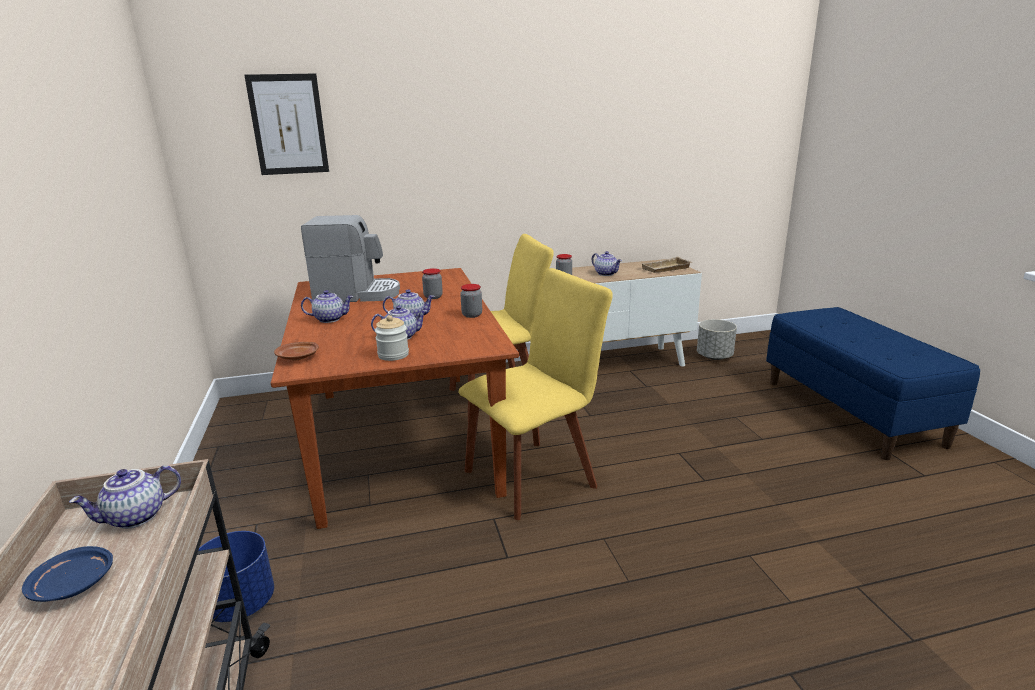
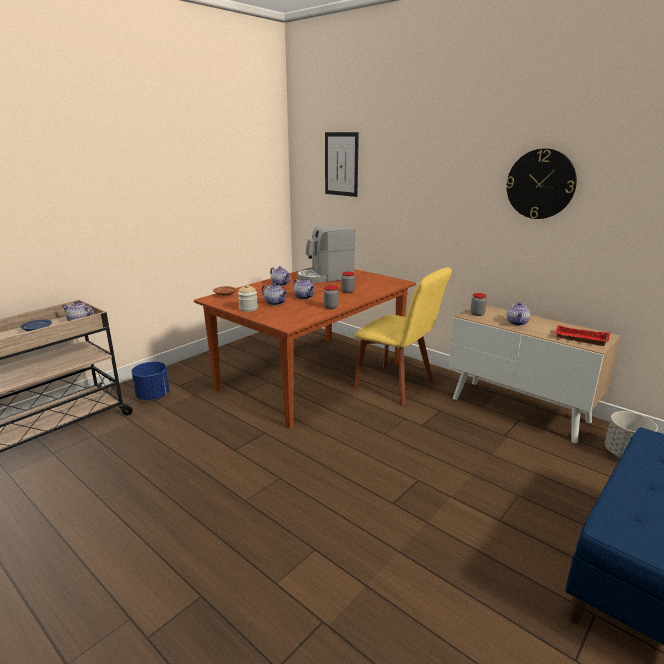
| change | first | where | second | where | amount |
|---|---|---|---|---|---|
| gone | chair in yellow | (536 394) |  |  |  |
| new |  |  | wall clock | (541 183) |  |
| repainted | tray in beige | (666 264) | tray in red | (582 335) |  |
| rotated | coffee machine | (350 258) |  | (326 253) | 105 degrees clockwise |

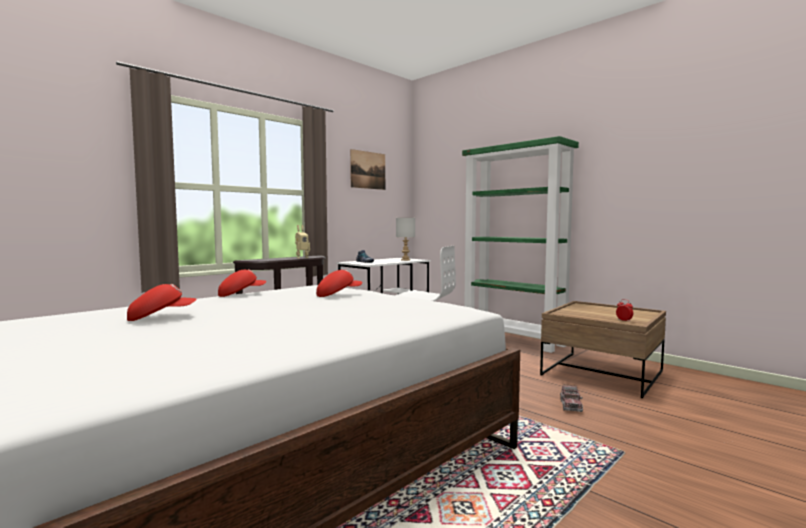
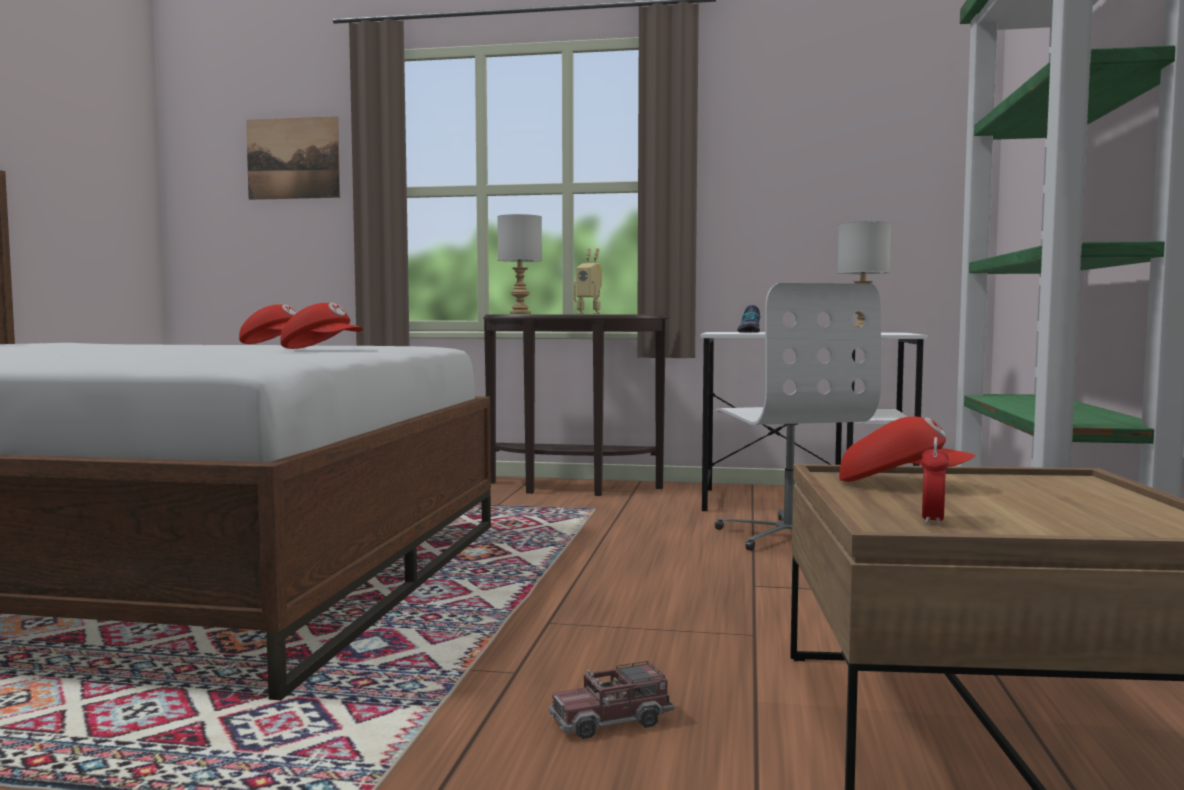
| change | first | where | second | where | amount |
|---|---|---|---|---|---|
| new |  |  | table lamp in grey | (519 264) |  |
| shifted | cap in red | (162 302) |  | (907 449) |  |
| shifted | picture | (367 169) |  | (293 158) |  |

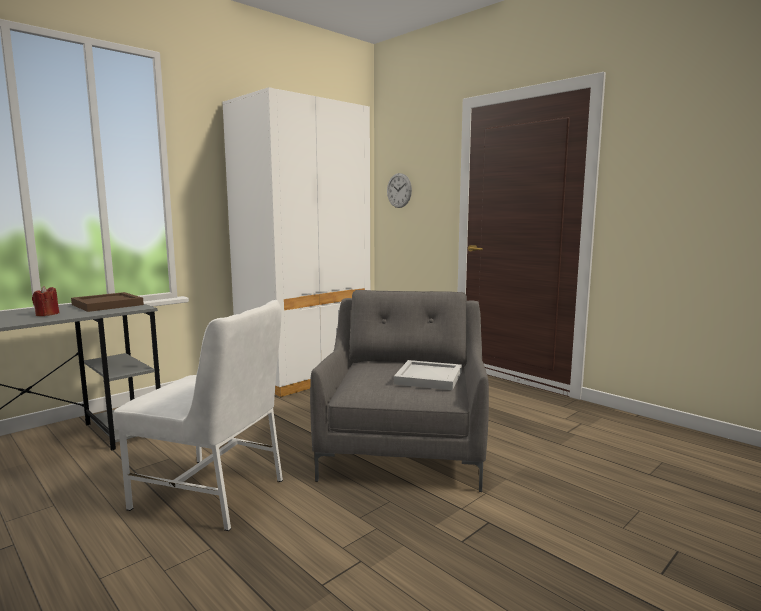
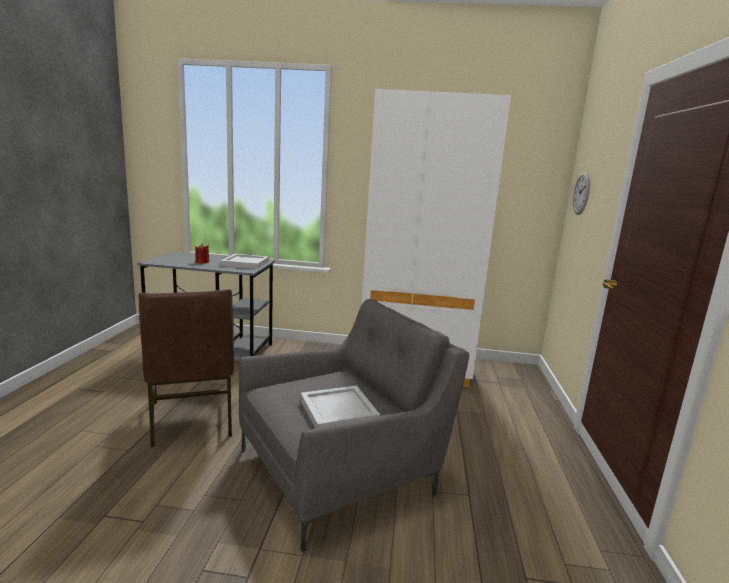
| change | first | where | second | where | amount |
|---|---|---|---|---|---|
| repainted | tray in brown | (107 302) | tray in white | (245 261) |  |
| repainted | chair in white | (198 415) | chair in brown | (186 368) |  |

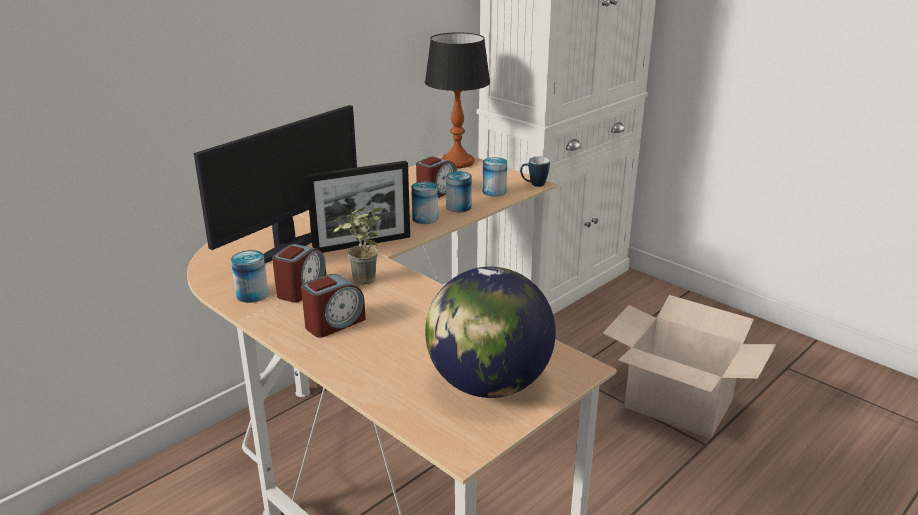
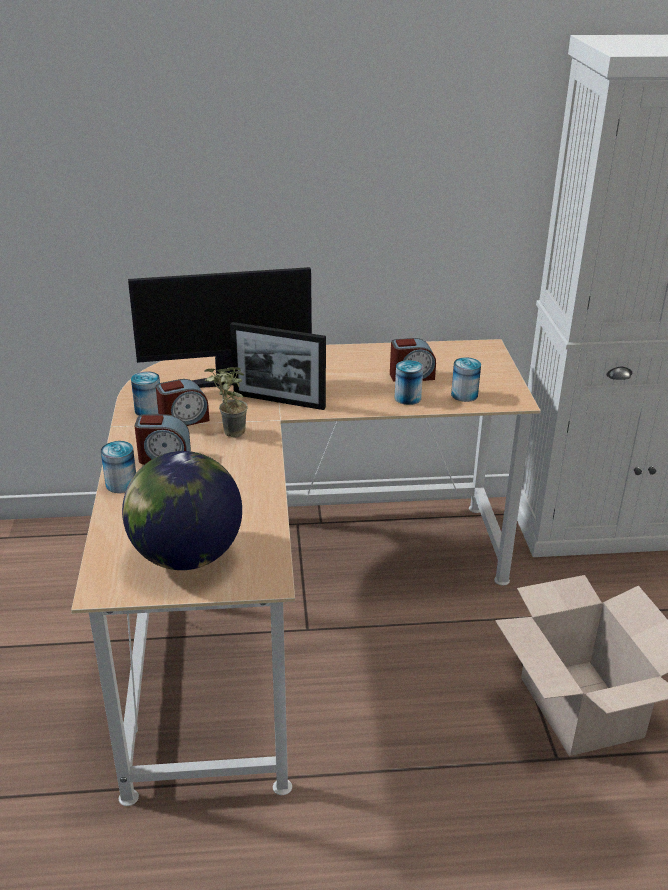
| change | first | where | second | where | amount |
|---|---|---|---|---|---|
| gone | table lamp | (457 100) |  |  |  |
| gone | mug | (535 172) |  |  |  |
| shifted | can | (424 203) |  | (118 467) |  |

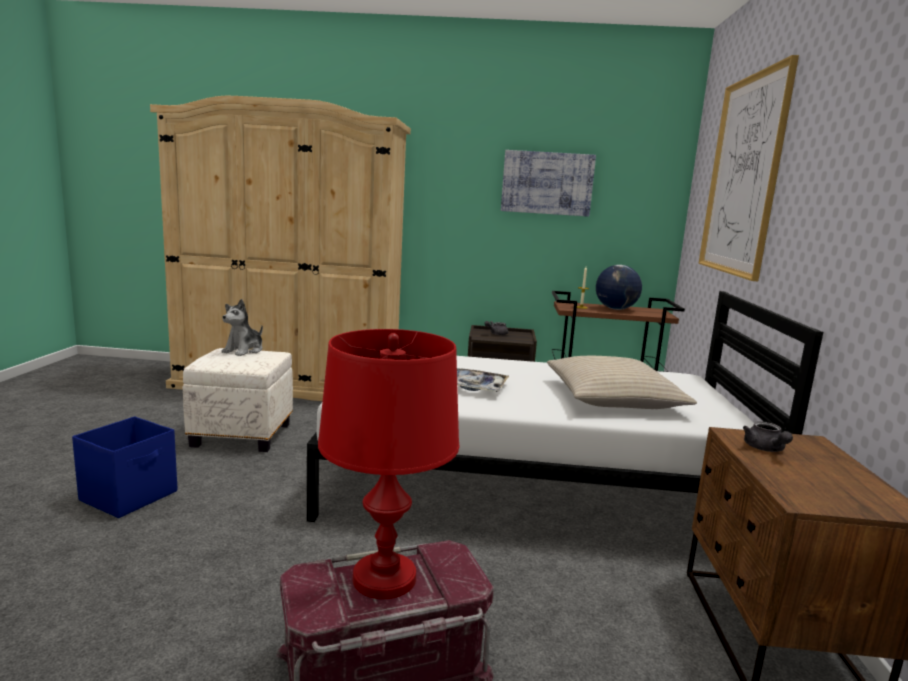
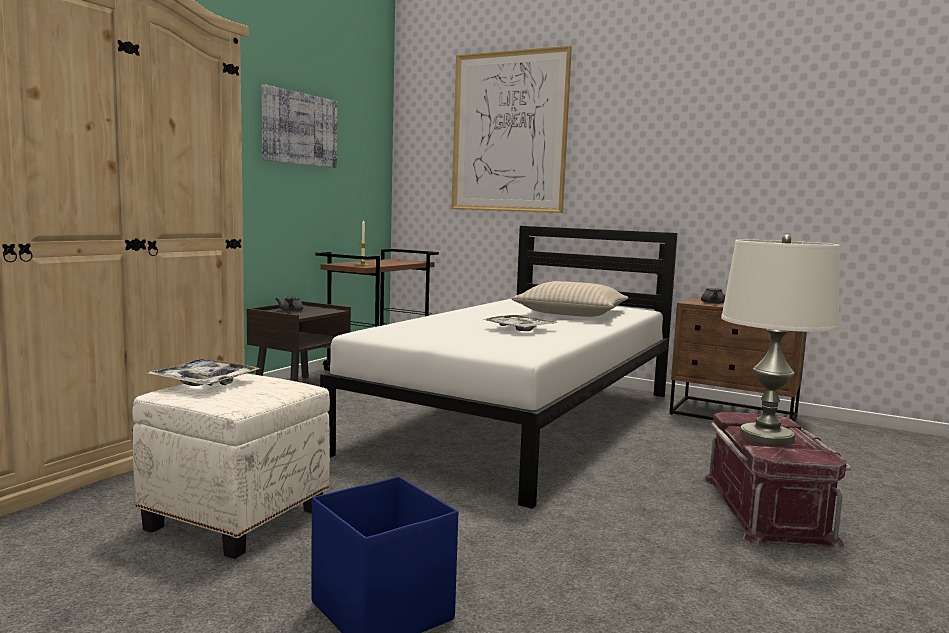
| change | first | where | second | where | amount |
|---|---|---|---|---|---|
| gone | globe | (619 287) |  |  |  |
| swapped | plush toy | (242 327) | tray | (203 372) |  |
| repainted | table lamp in red | (388 464) | table lamp in white | (780 340) |  |

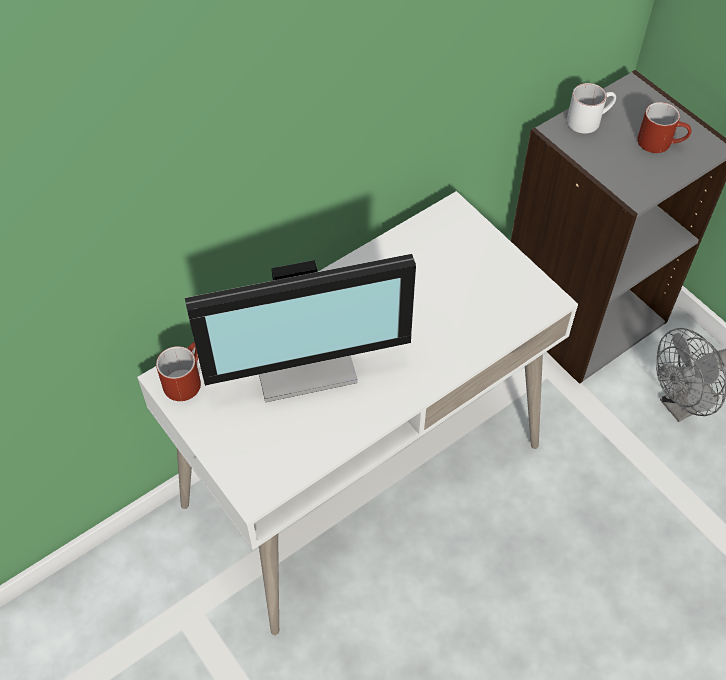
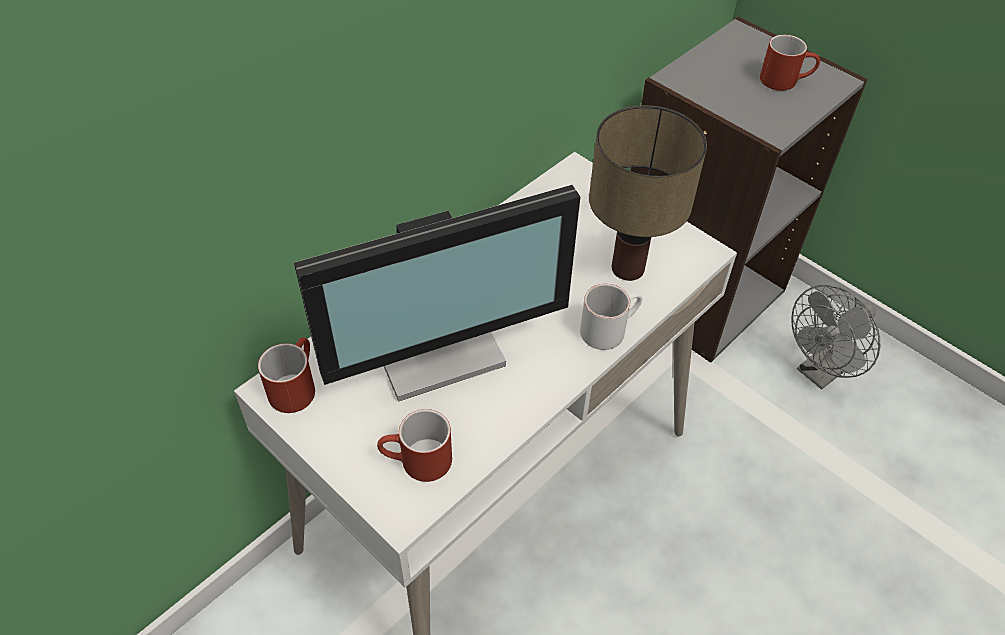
| change | first | where | second | where | amount |
|---|---|---|---|---|---|
| new |  |  | mug in red | (414 445) |  |
| new |  |  | table lamp | (648 193) |  |
| shifted | mug in white | (591 108) |  | (611 317) |  |

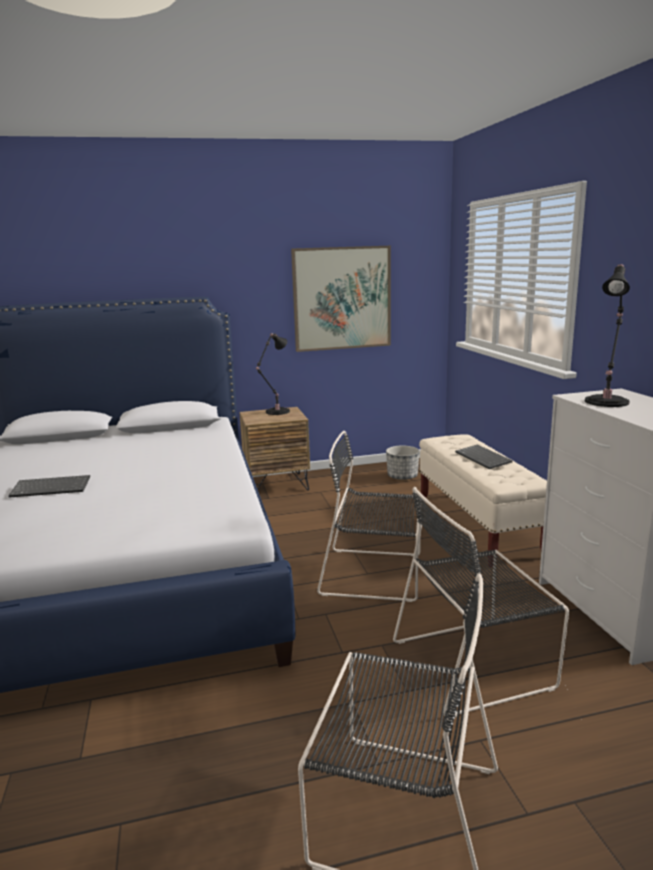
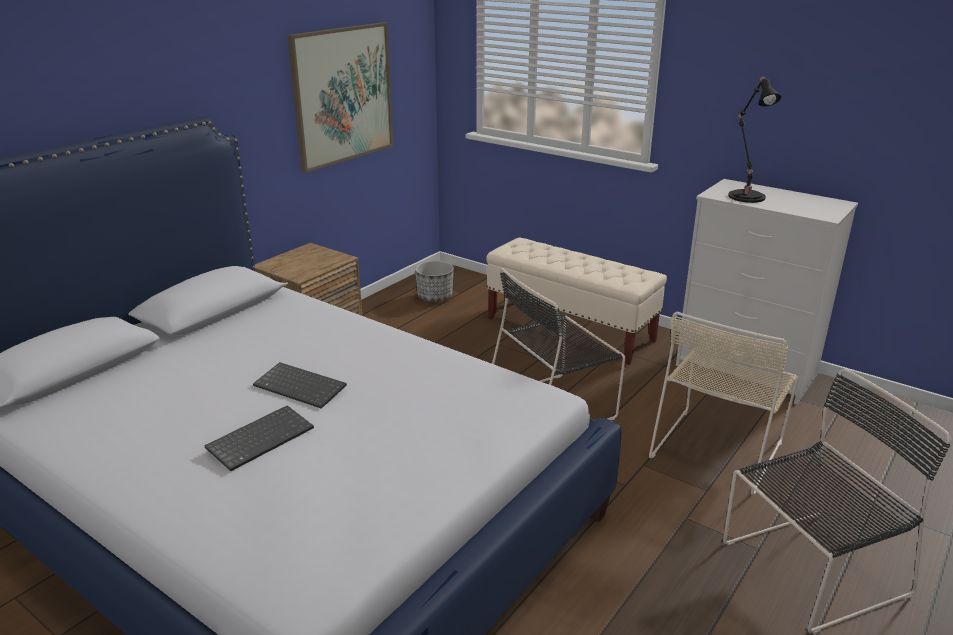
| change | first | where | second | where | amount |
|---|---|---|---|---|---|
| gone | table lamp in black | (273 374) |  |  |  |
| shifted | keyboard | (484 457) |  | (300 385) |  |
| repainted | chair in black | (481 602) | chair in beige | (724 403) |  |

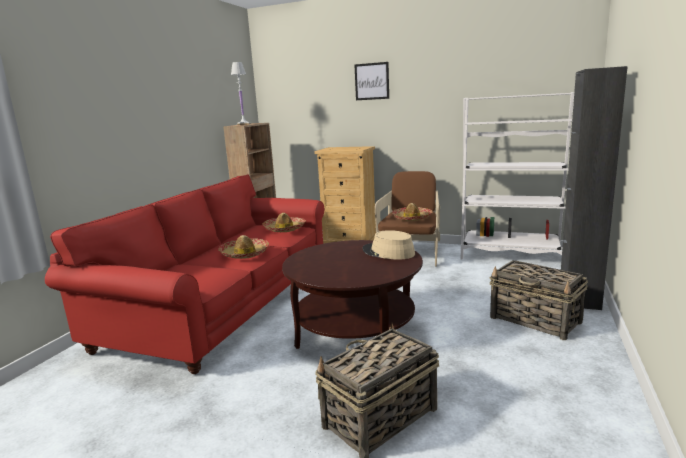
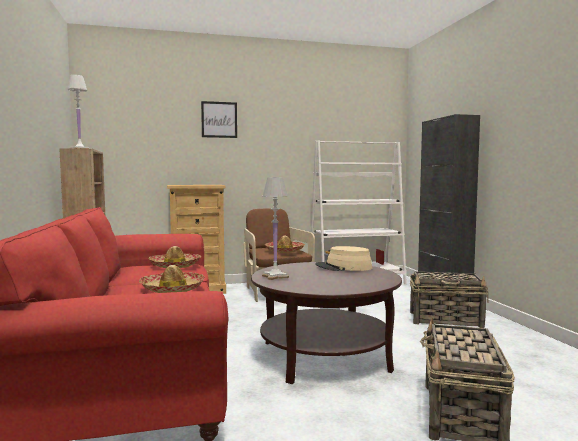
| change | first | where | second | where | amount |
|---|---|---|---|---|---|
| new |  |  | table lamp in white | (275 228) |  |

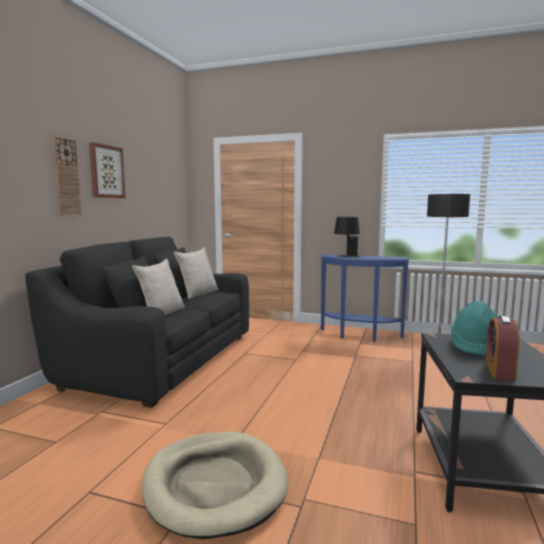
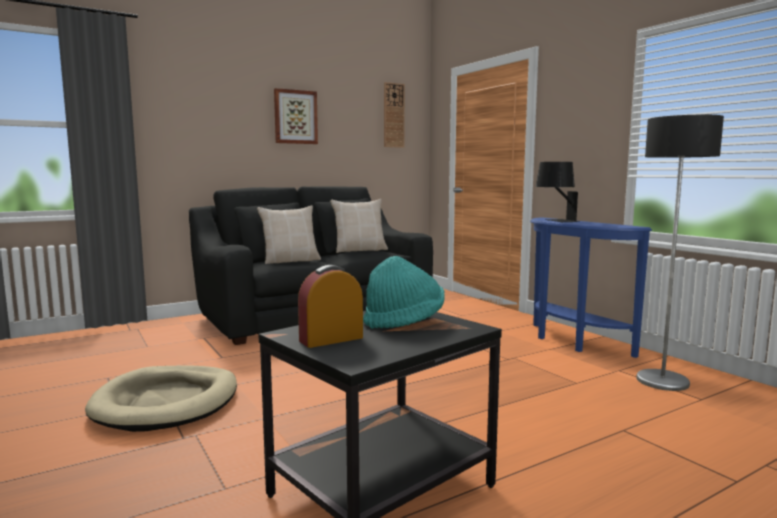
| change | first | where | second | where | amount |
|---|---|---|---|---|---|
| shifted | wall clock | (67 176) |  | (394 115) |  |

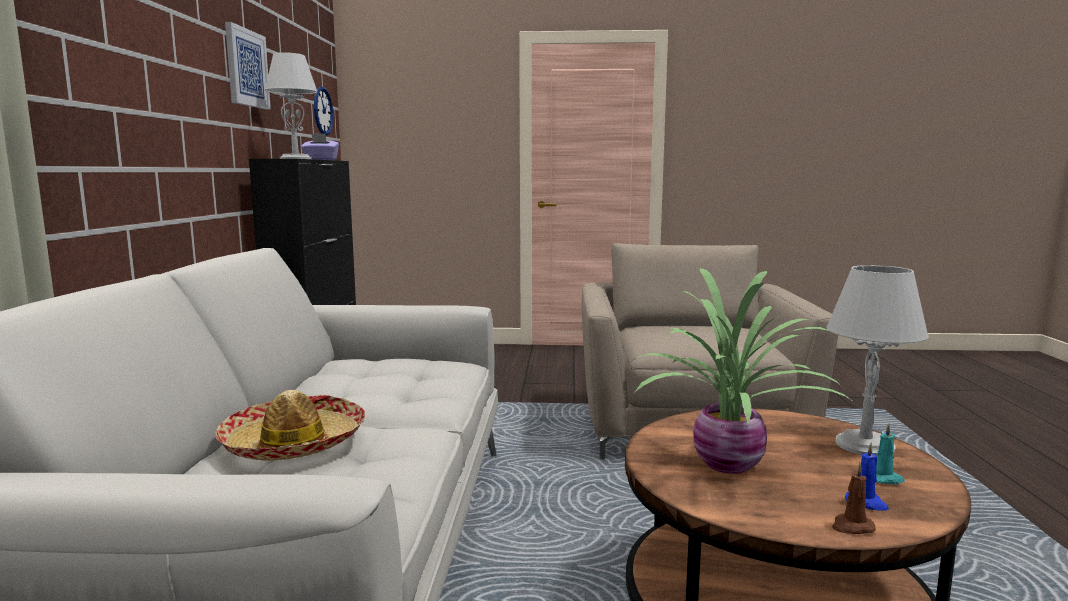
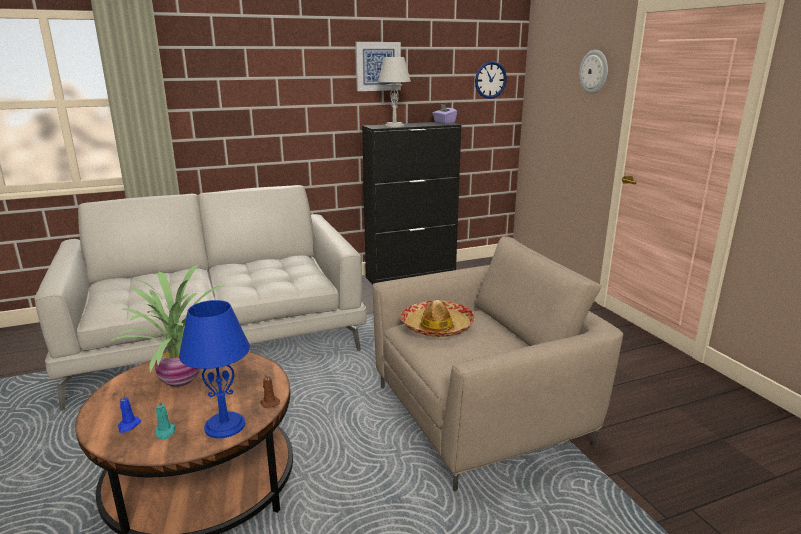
| change | first | where | second | where | amount |
|---|---|---|---|---|---|
| new |  |  | wall clock | (593 72) |  |
| shifted | hat | (290 425) |  | (437 318) |  |
| shifted | candle in brown | (854 498) |  | (270 390) |  |
| repainted | table lamp in grey | (877 360) | table lamp in blue | (214 369) |  |

